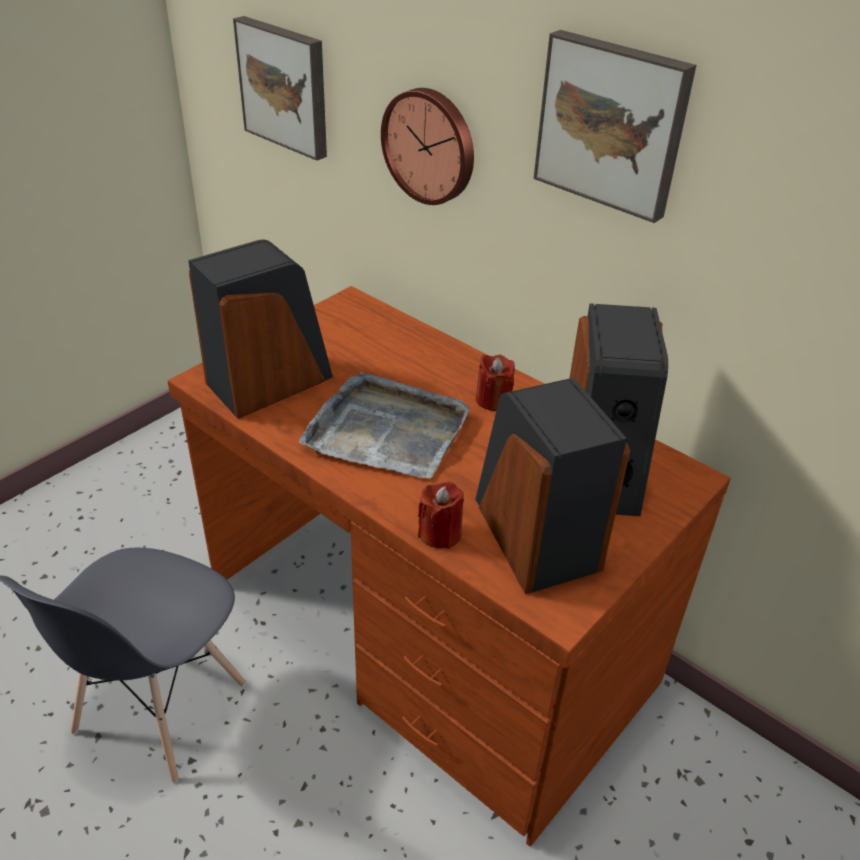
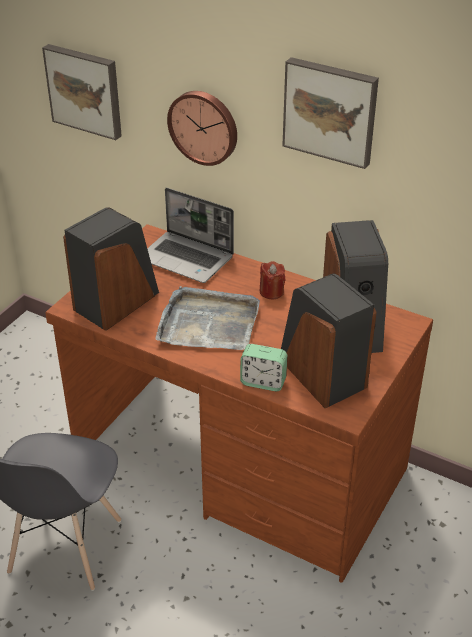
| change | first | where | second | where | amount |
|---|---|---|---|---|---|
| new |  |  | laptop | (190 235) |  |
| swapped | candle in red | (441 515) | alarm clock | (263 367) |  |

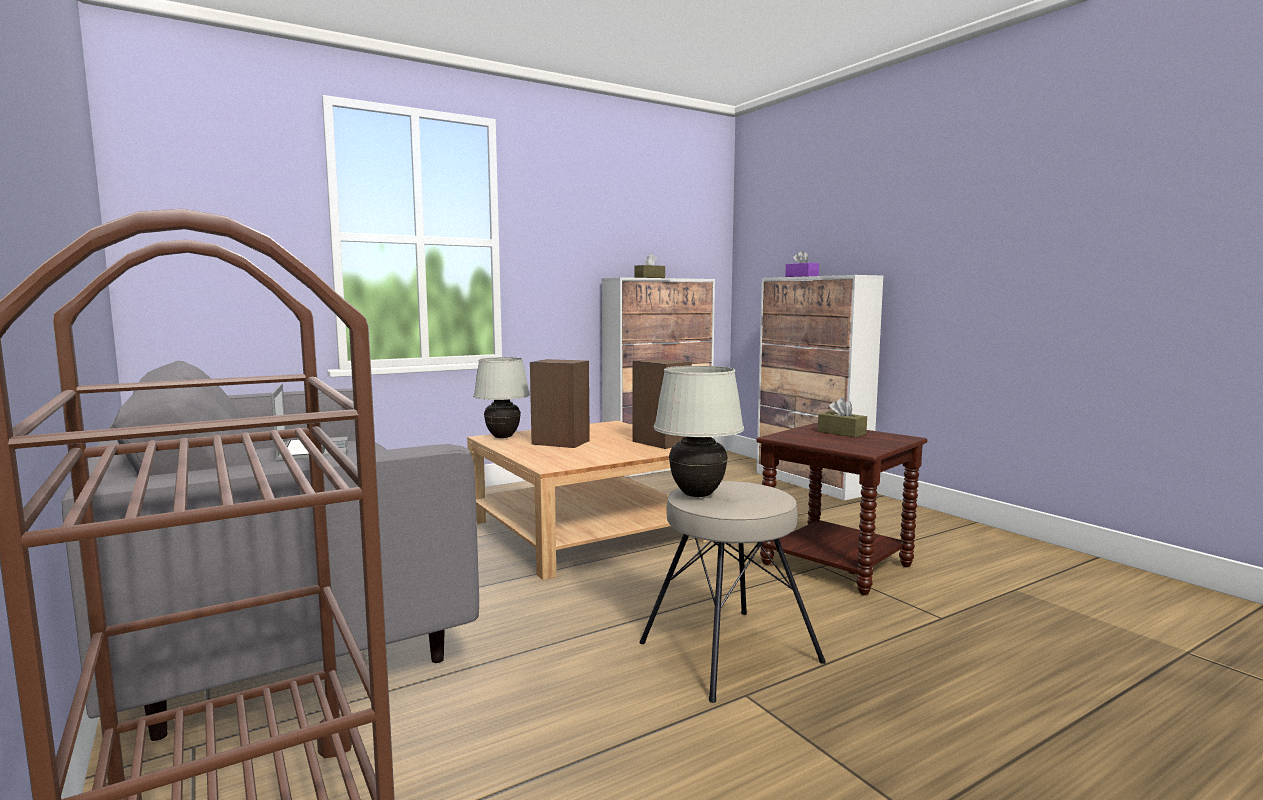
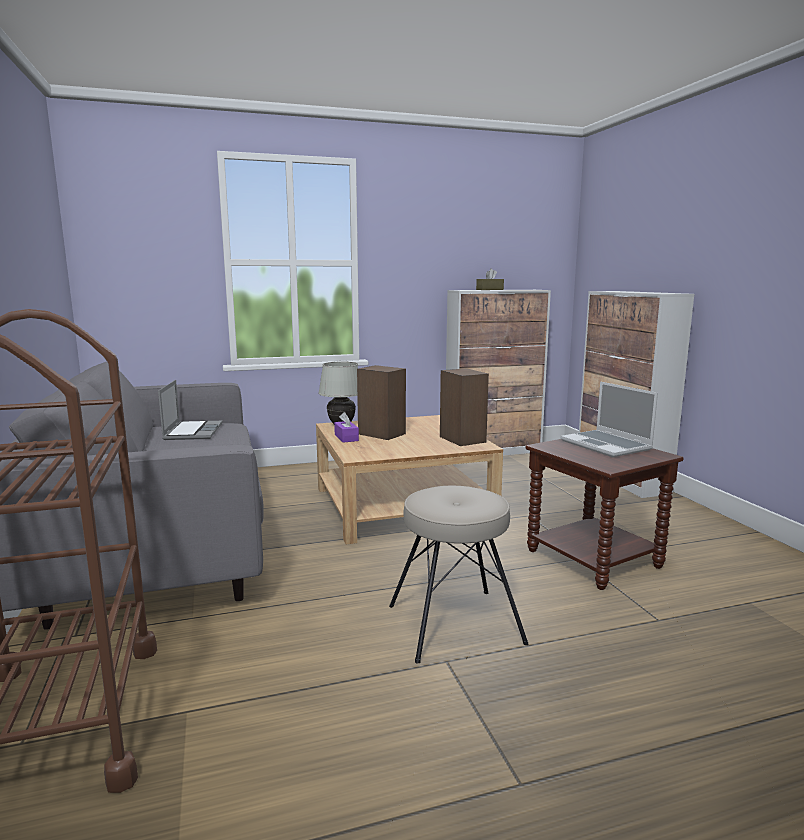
| change | first | where | second | where | amount |
|---|---|---|---|---|---|
| gone | table lamp in white | (699 431) |  |  |  |
| shifted | tissue box in purple | (802 264) |  | (346 427) |  |
| swapped | tissue box in brown | (842 417) | laptop | (609 419) |  |

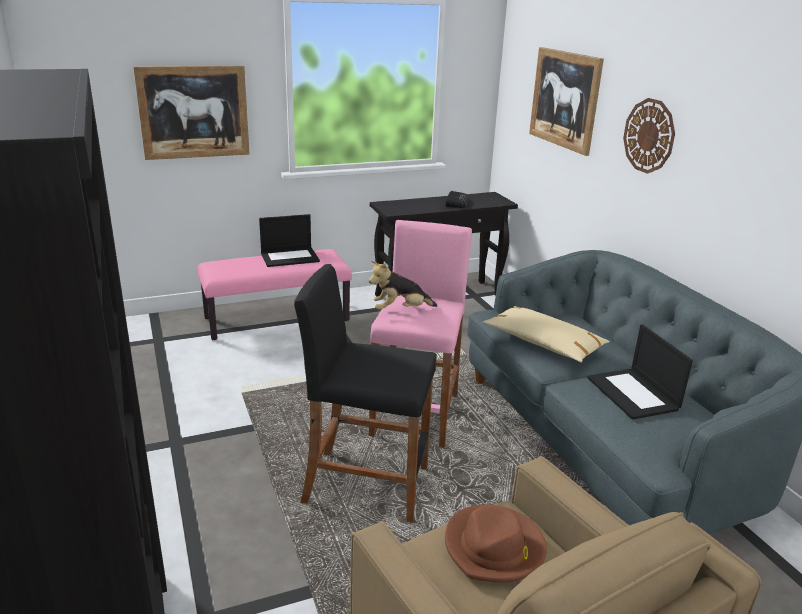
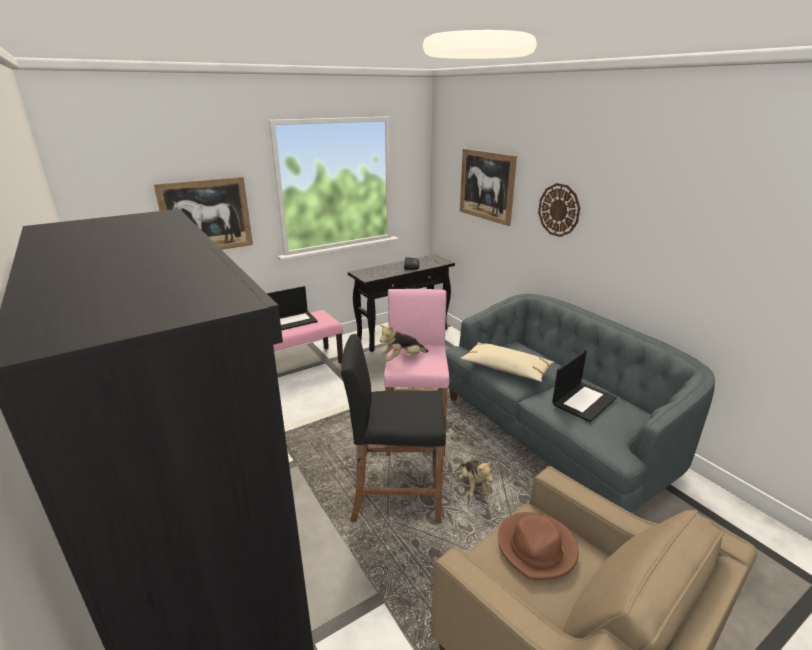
| change | first | where | second | where | amount |
|---|---|---|---|---|---|
| new |  |  | plush toy | (476 478) |  |
| rotated | laptop | (640 372) |  | (584 386) | 105 degrees counterclockwise |

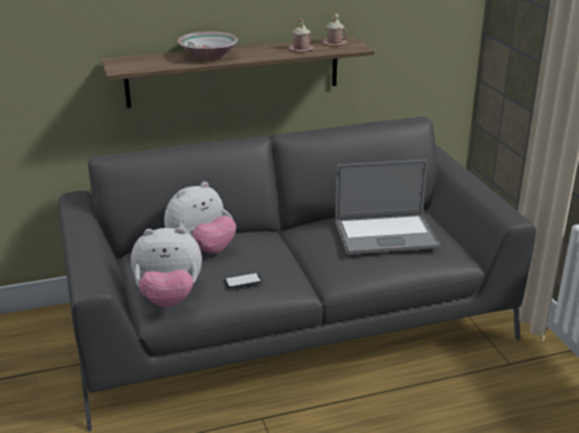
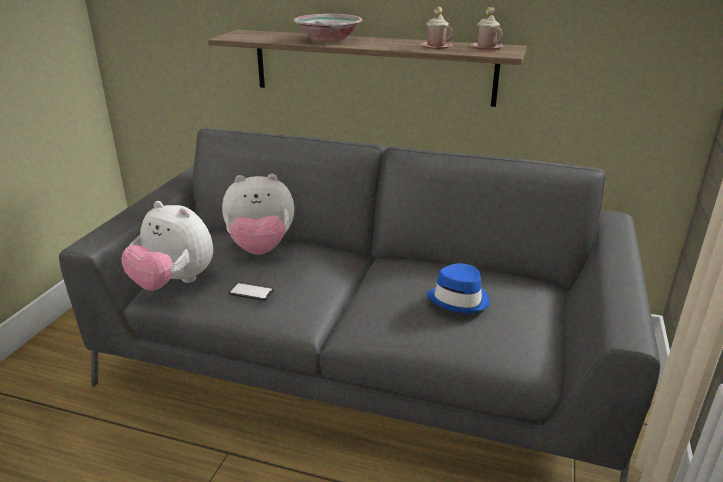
| change | first | where | second | where | amount |
|---|---|---|---|---|---|
| swapped | laptop | (387 207) | hat in blue | (458 288) |  |

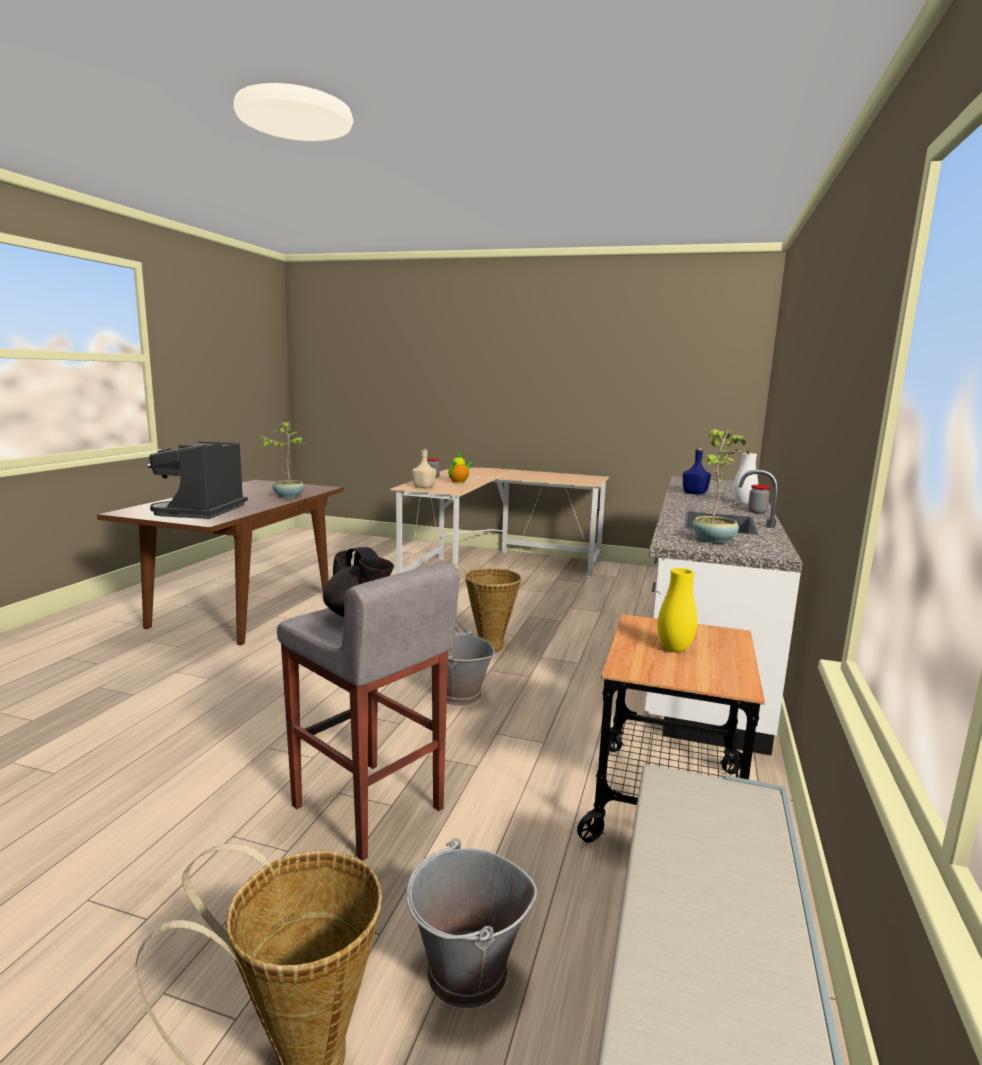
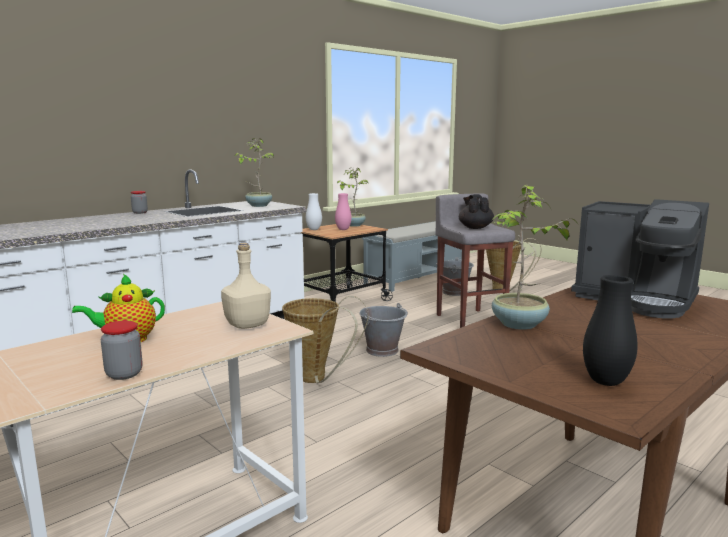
| change | first | where | second | where | amount |
|---|---|---|---|---|---|
| gone | bottle in blue | (697 470) |  |  |  |
| new |  |  | potted plant | (352 197) |  |
| new |  |  | vase in black | (610 330) |  |
| shifted | vase in white | (745 479) |  | (314 211) |  |
| repainted | vase in yellow | (677 610) | vase in pink | (343 211) |  |
| rotated | coffee machine | (197 480) |  | (640 258) | 90 degrees clockwise |

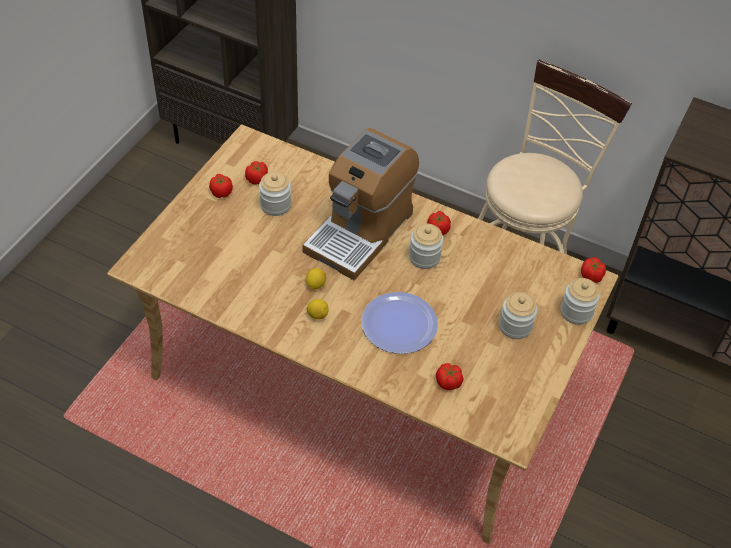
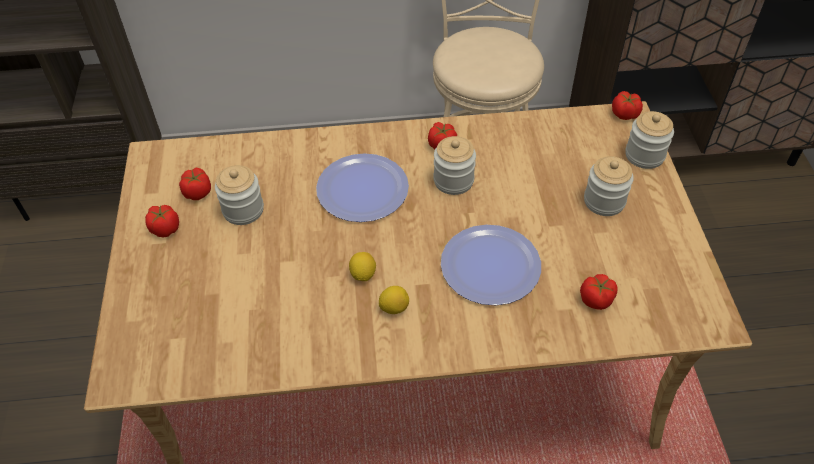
| change | first | where | second | where | amount |
|---|---|---|---|---|---|
| swapped | coffee machine | (360 204) | plate | (362 187) |  |

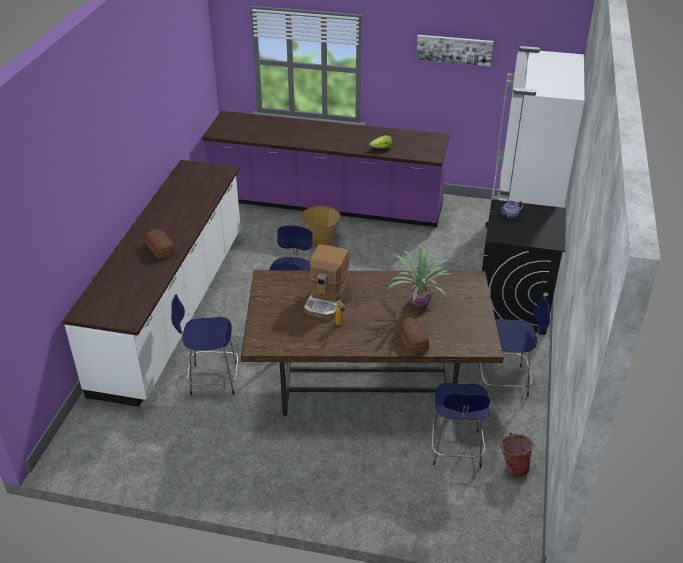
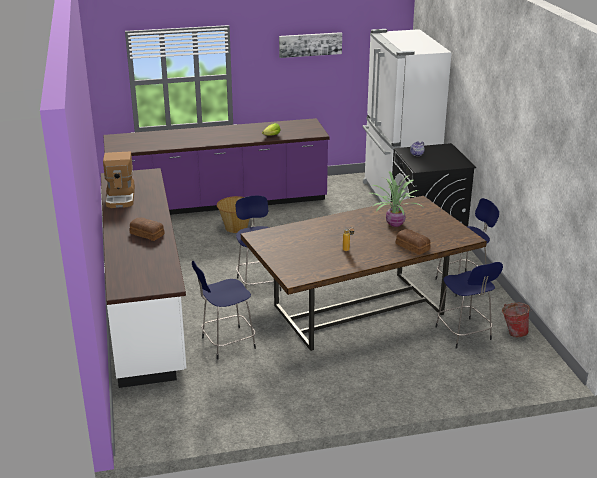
| change | first | where | second | where | amount |
|---|---|---|---|---|---|
| shifted | coffee machine | (327 281) |  | (119 180) |  |

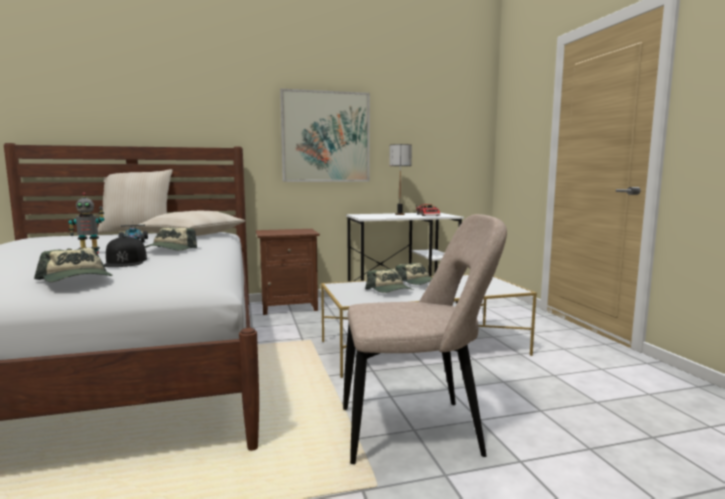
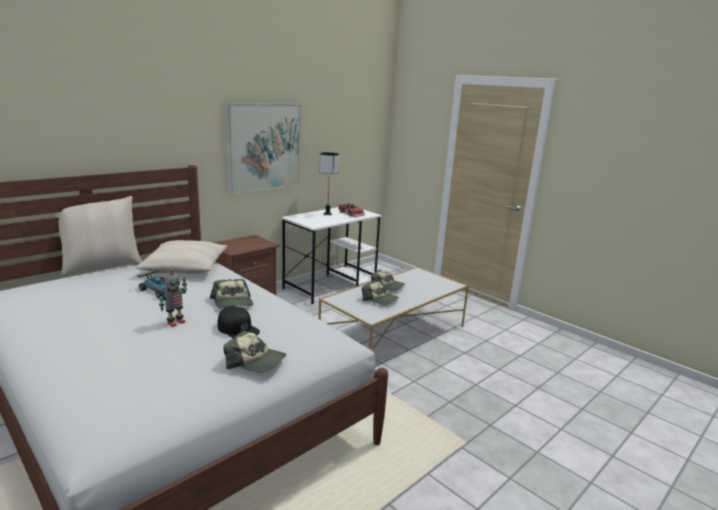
| change | first | where | second | where | amount |
|---|---|---|---|---|---|
| gone | chair in beige | (425 339) |  |  |  |

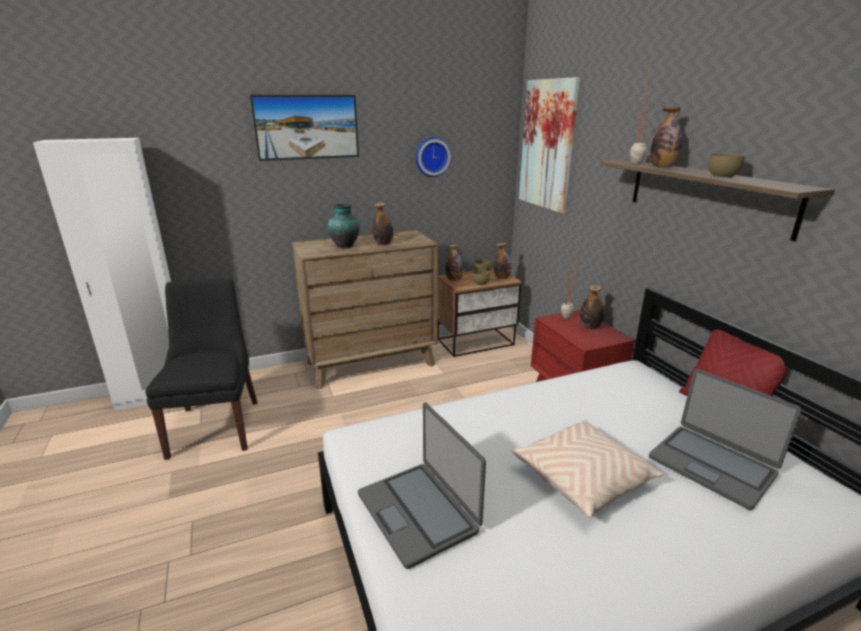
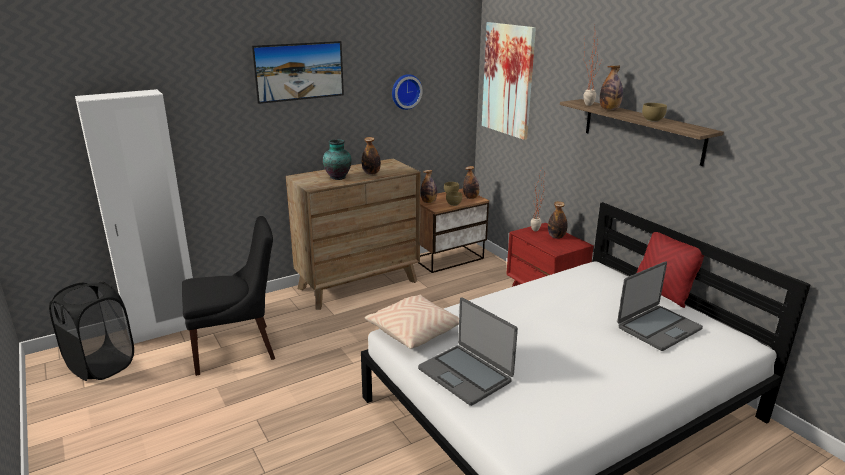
| change | first | where | second | where | amount |
|---|---|---|---|---|---|
| new |  |  | laundry basket in black | (91 331) |  |
| shifted | pillow in beige | (588 469) |  | (412 322) |  |
| rotated | chair in black | (201 369) |  | (228 296) | 90 degrees clockwise |
| rotated | laptop | (725 439) |  | (660 306) | 75 degrees counterclockwise |

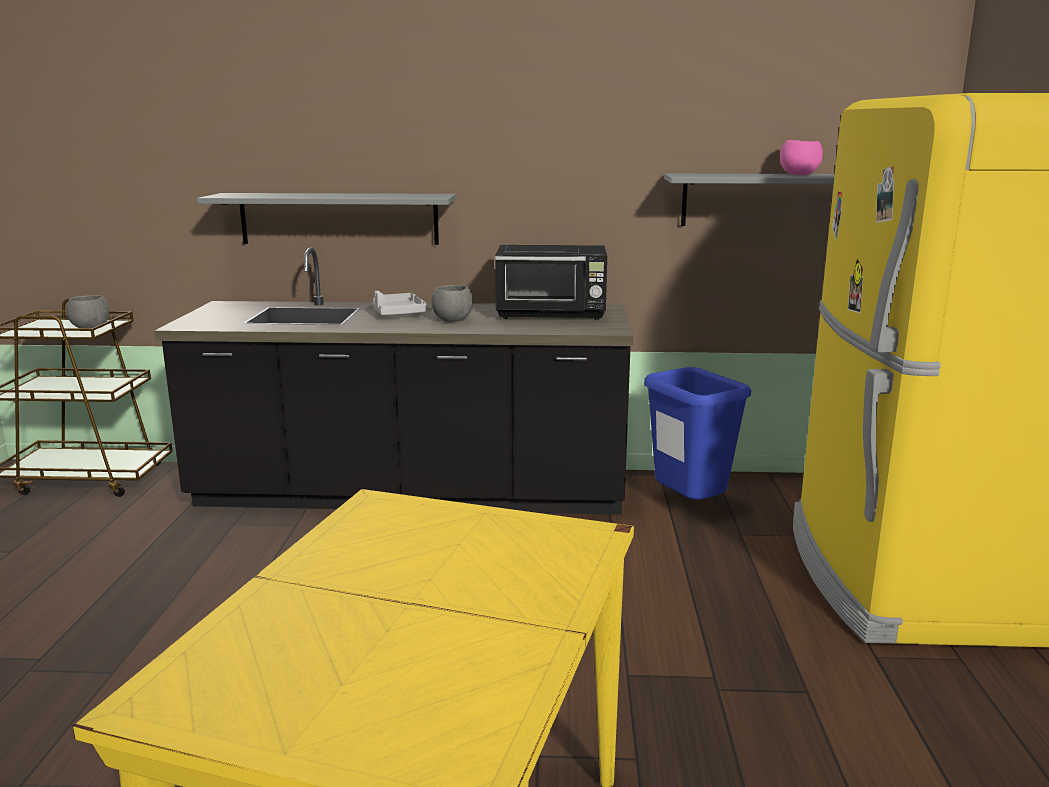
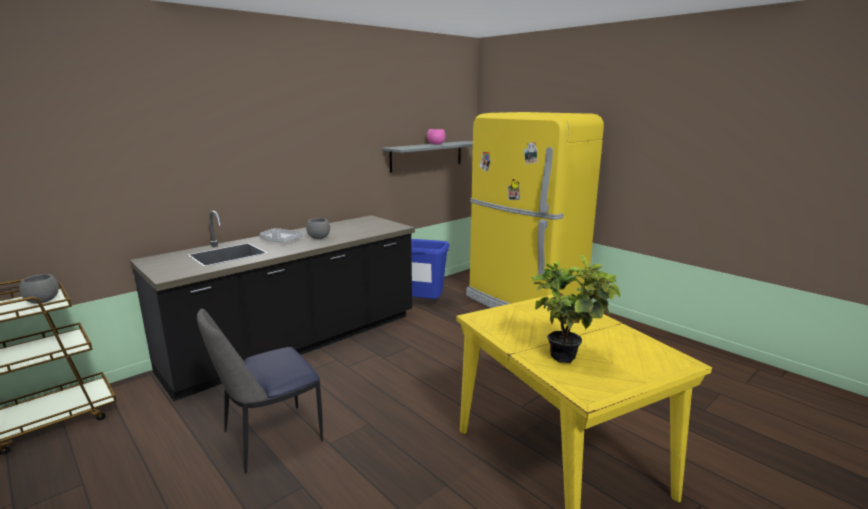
| change | first | where | second | where | amount |
|---|---|---|---|---|---|
| gone | shelf in grey | (326 219) |  |  |  |
| gone | microwave in black | (551 282) |  |  |  |
| new |  |  | chair | (260 391) |  |
| new |  |  | potted plant | (576 309) |  |

